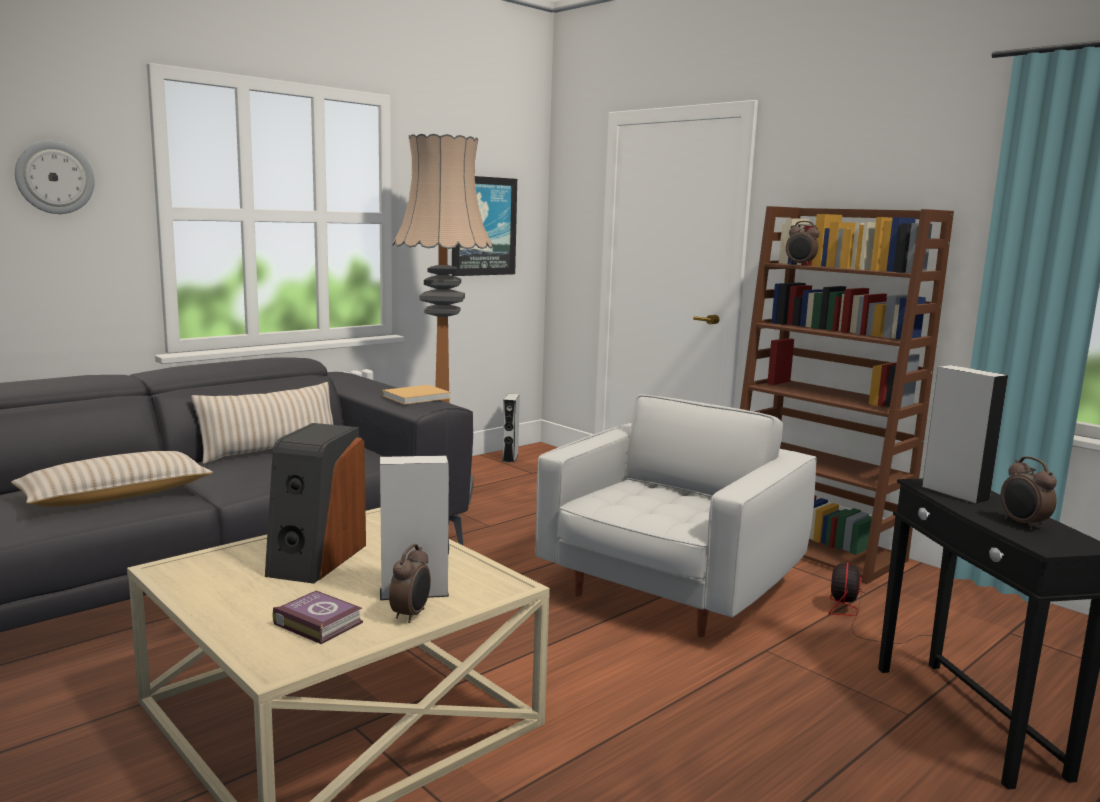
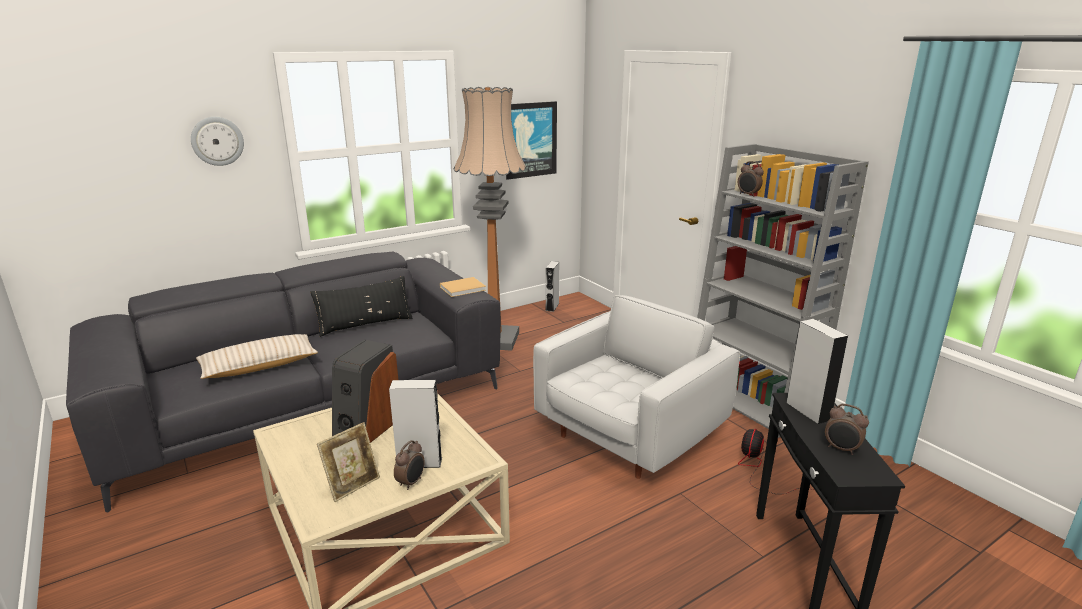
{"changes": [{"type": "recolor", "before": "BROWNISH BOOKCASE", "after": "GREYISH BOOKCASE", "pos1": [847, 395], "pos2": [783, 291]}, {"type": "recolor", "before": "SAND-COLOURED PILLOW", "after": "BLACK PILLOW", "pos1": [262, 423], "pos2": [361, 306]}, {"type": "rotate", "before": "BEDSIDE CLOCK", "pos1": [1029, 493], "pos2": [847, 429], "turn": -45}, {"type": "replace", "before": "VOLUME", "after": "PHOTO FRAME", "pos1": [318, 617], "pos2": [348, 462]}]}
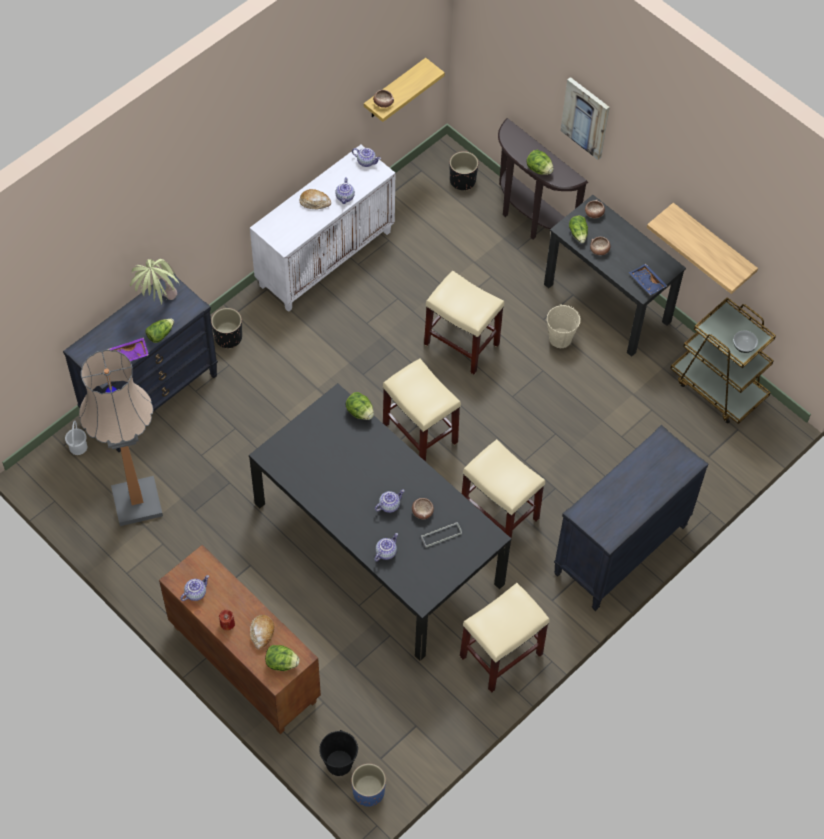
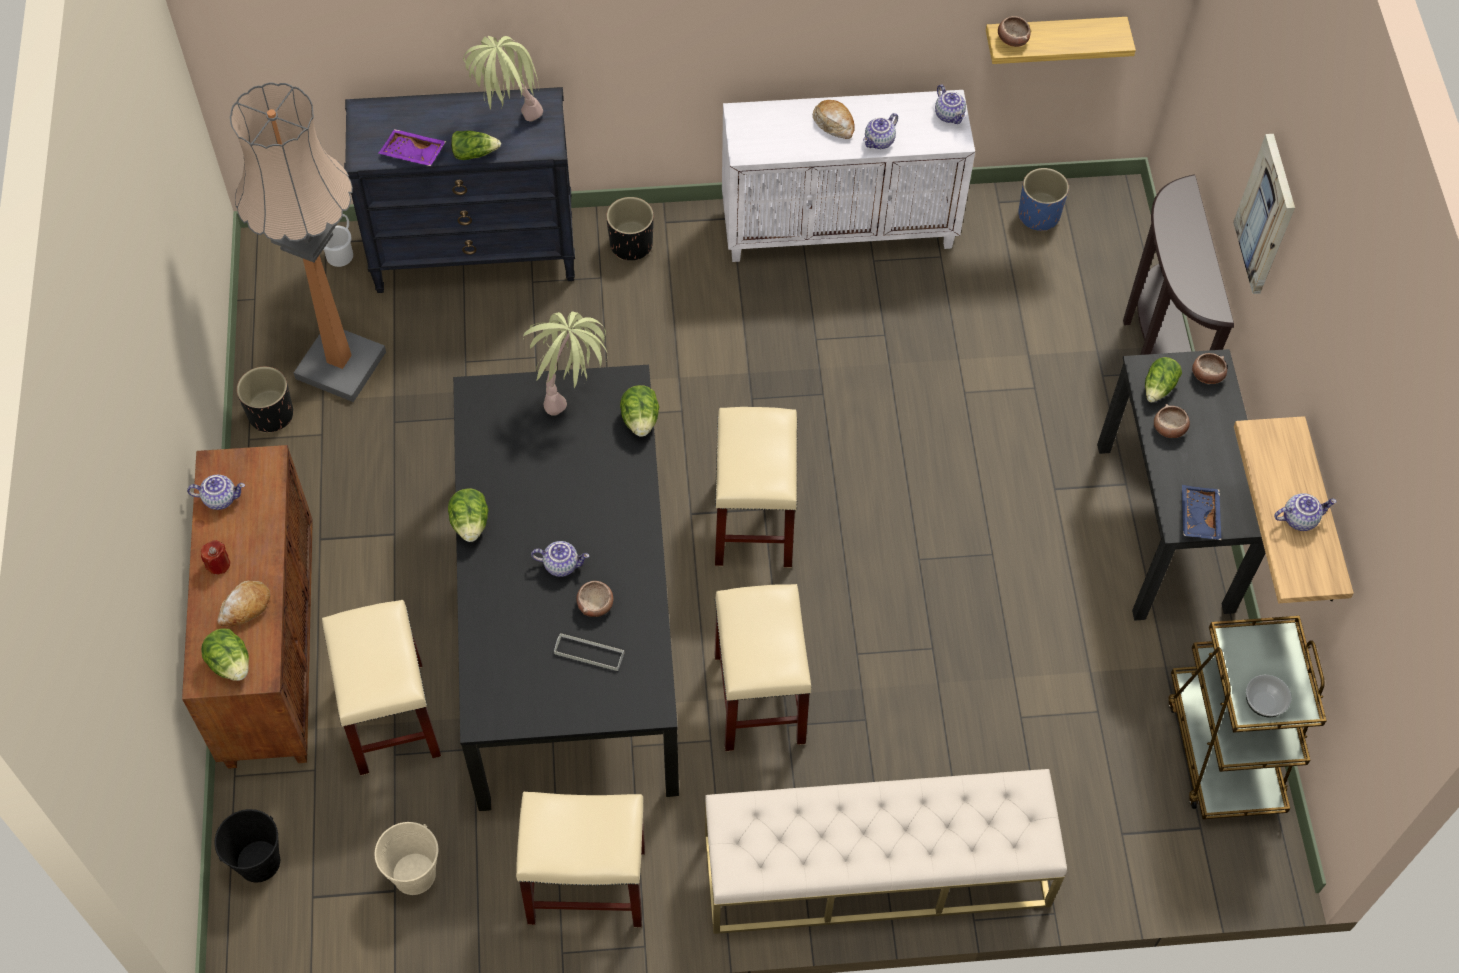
{"changes": [{"type": "move", "before": "LETTUCE HEAD", "pos1": [540, 162], "pos2": [468, 515]}, {"type": "move", "before": "BLACK FLOWER POT", "pos1": [464, 170], "pos2": [265, 400]}, {"type": "move", "before": "SAND-COLOURED STOOL", "pos1": [464, 323], "pos2": [381, 688]}, {"type": "move", "before": "SAND-COLOURED PAIL", "pos1": [564, 326], "pos2": [406, 858]}, {"type": "replace", "before": "BLACK DRAWER CHEST", "after": "SAND-COLOURED LONG SEAT", "pos1": [631, 518], "pos2": [886, 851]}, {"type": "move", "before": "POT FOR TEA", "pos1": [386, 547], "pos2": [1305, 512]}, {"type": "move", "before": "BLUE FLOWER POT", "pos1": [368, 785], "pos2": [1043, 200]}, {"type": "insert", "after": "POTTED PLANT", "pos2": [565, 363]}]}
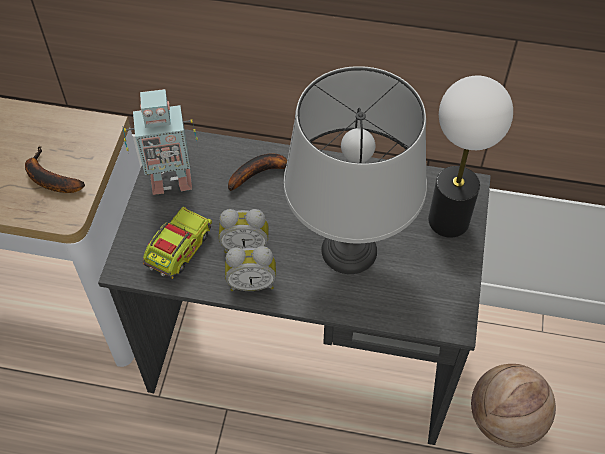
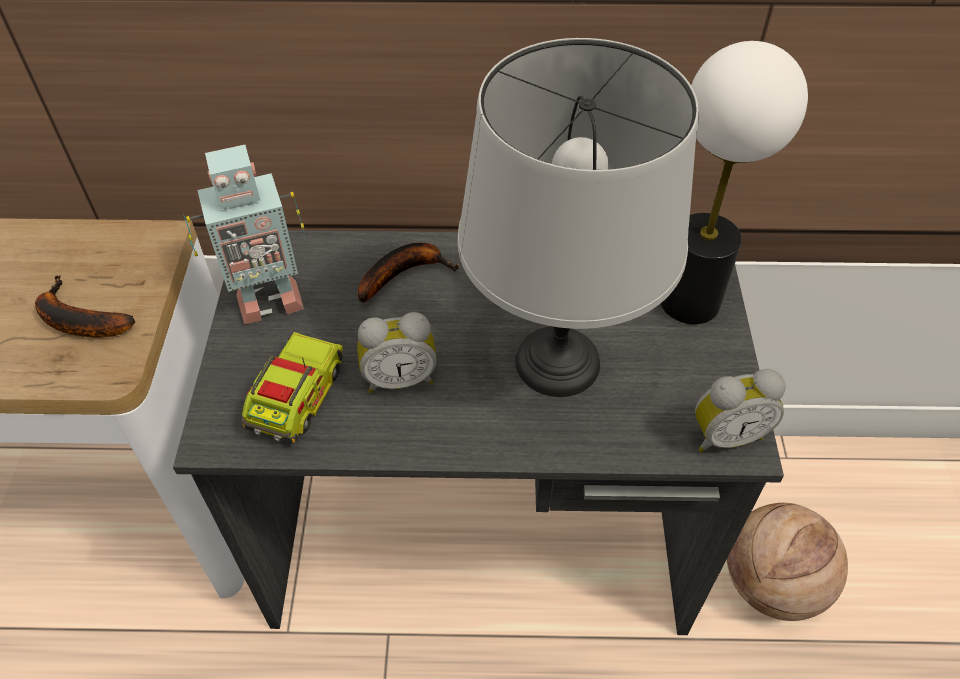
{"changes": [{"type": "move", "before": "BEDSIDE CLOCK", "pos1": [250, 268], "pos2": [740, 410]}]}
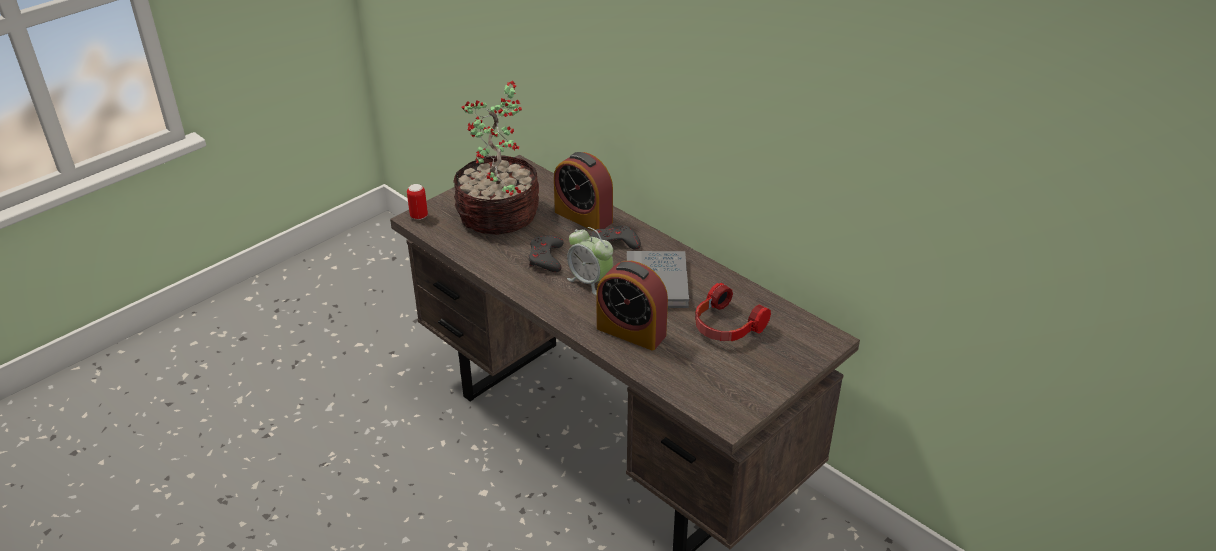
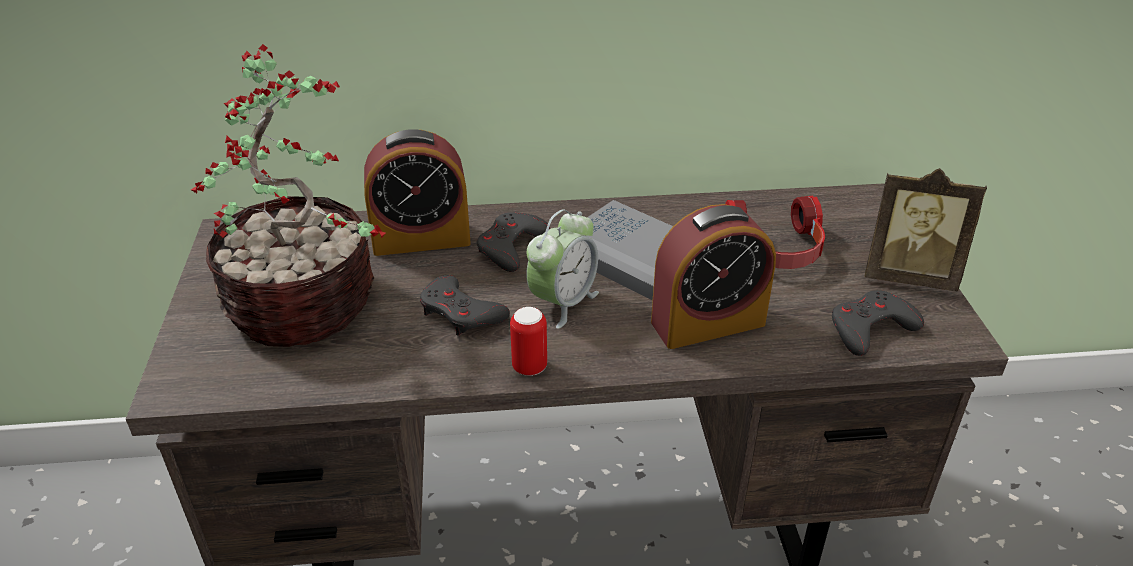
{"changes": [{"type": "move", "before": "METAL CAN", "pos1": [417, 202], "pos2": [528, 341]}, {"type": "rotate", "before": "BEDSIDE CLOCK", "pos1": [590, 261], "pos2": [562, 269], "turn": -45}, {"type": "insert", "after": "PHOTO FRAME", "pos2": [926, 229]}, {"type": "insert", "after": "GREYISH GAMEPAD", "pos2": [878, 323]}]}
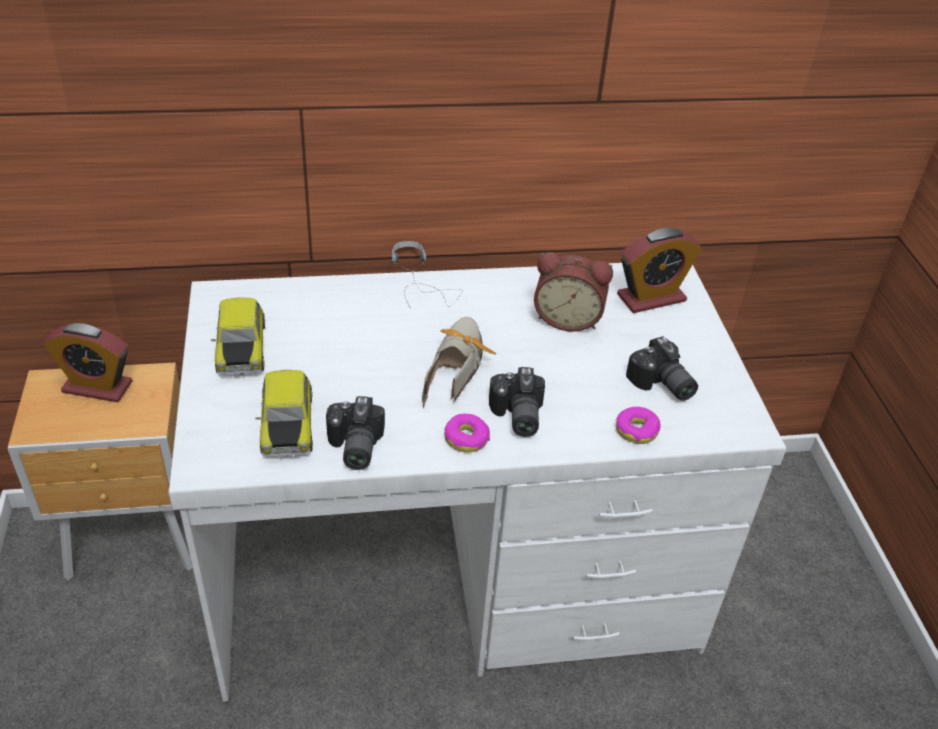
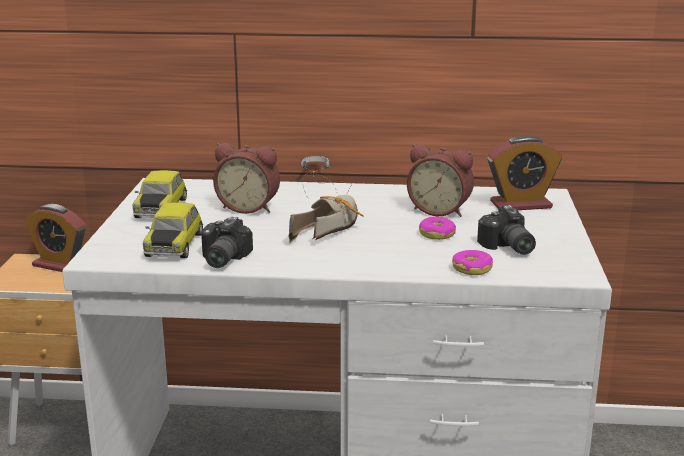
{"changes": [{"type": "delete", "before": "PHOTO CAMERA", "pos1": [517, 402]}, {"type": "move", "before": "DOUGHNUT", "pos1": [467, 433], "pos2": [437, 228]}, {"type": "insert", "after": "BEDSIDE CLOCK", "pos2": [246, 178]}]}
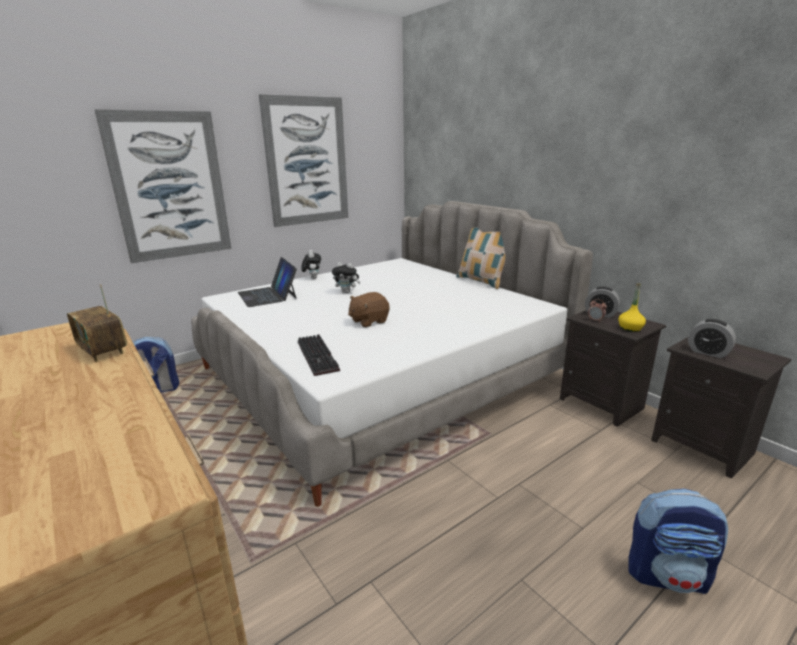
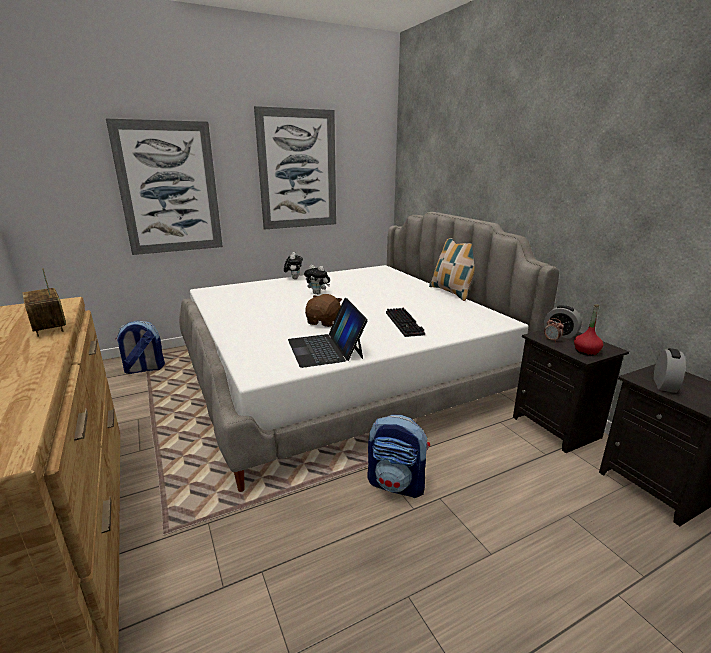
{"changes": [{"type": "move", "before": "NOTEBOOK COMPUTER", "pos1": [267, 282], "pos2": [328, 333]}, {"type": "recolor", "before": "YELLOW BOTTLE", "after": "RED BOTTLE", "pos1": [632, 307], "pos2": [588, 330]}, {"type": "rotate", "before": "BROWNISH SOFT TOY", "pos1": [368, 309], "pos2": [323, 310], "turn": 135}, {"type": "rotate", "before": "BEDSIDE CLOCK", "pos1": [712, 338], "pos2": [670, 370], "turn": -120}, {"type": "move", "before": "PC KEYBOARD", "pos1": [319, 355], "pos2": [405, 322]}, {"type": "move", "before": "BACKPACK", "pos1": [678, 541], "pos2": [399, 456]}]}
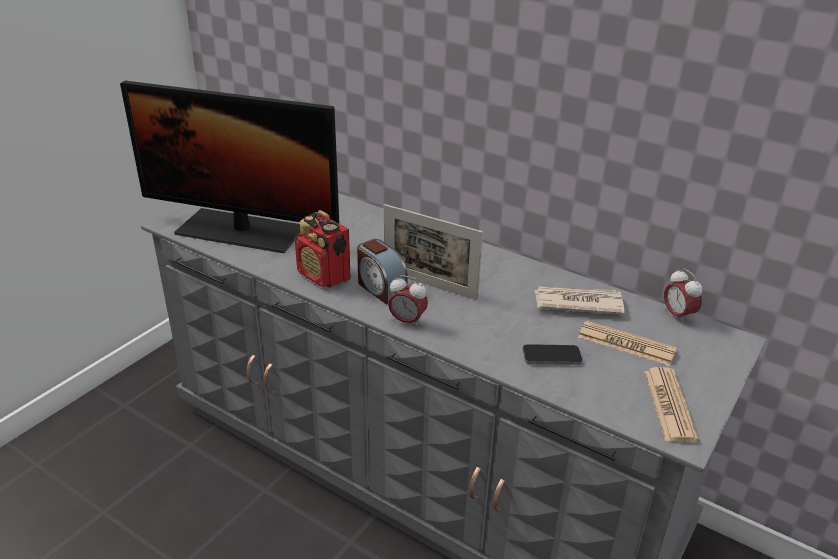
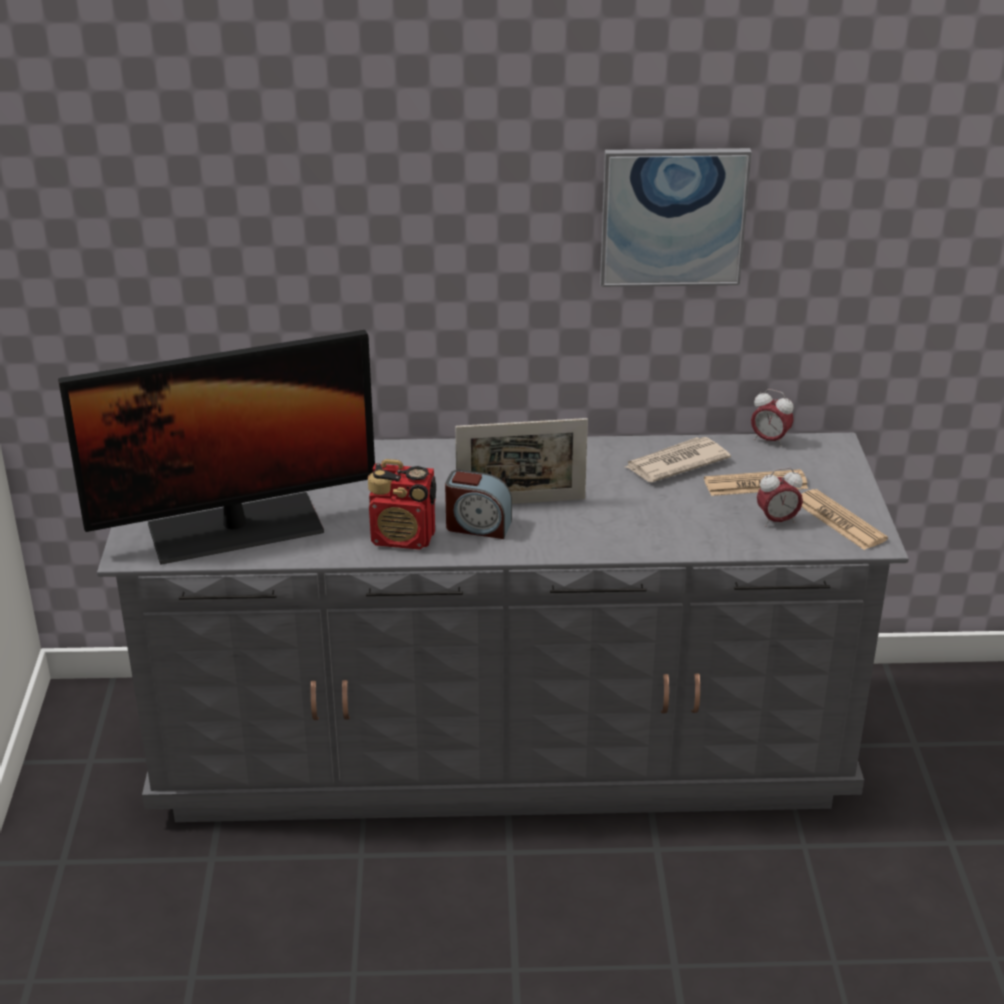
{"changes": [{"type": "move", "before": "BEDSIDE CLOCK", "pos1": [408, 301], "pos2": [780, 497]}, {"type": "delete", "before": "PHONE", "pos1": [552, 354]}, {"type": "insert", "after": "WALL PICTURE", "pos2": [676, 217]}]}
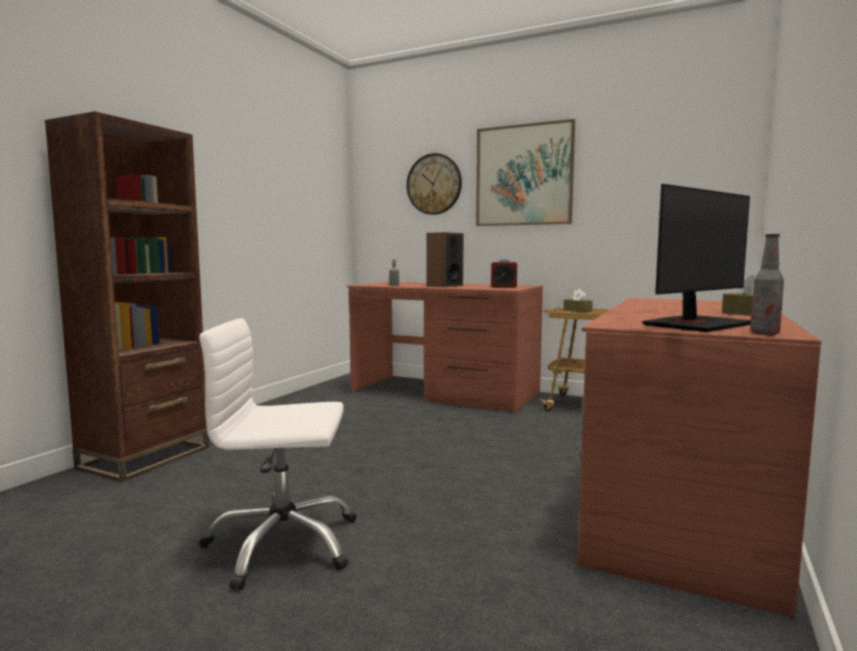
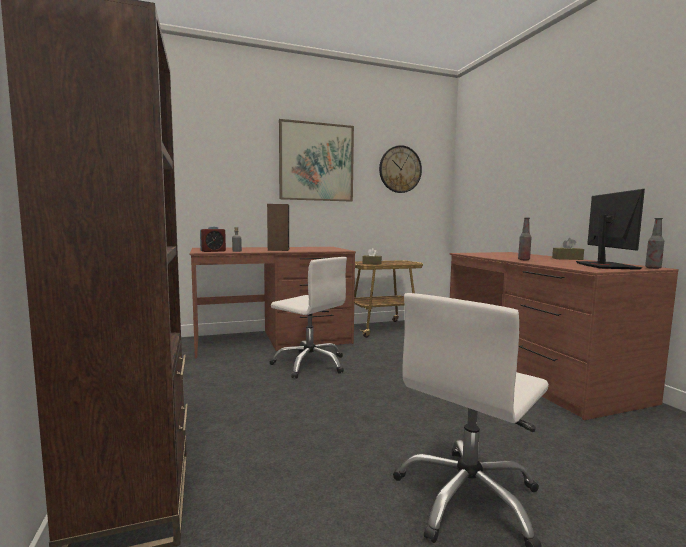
{"changes": [{"type": "move", "before": "HANGING CLOCK", "pos1": [434, 184], "pos2": [400, 169]}, {"type": "move", "before": "BEDSIDE CLOCK", "pos1": [504, 273], "pos2": [213, 239]}, {"type": "insert", "after": "BOTTLE", "pos2": [525, 239]}, {"type": "insert", "after": "WHITISH COMPUTER CHAIR", "pos2": [308, 318]}]}
